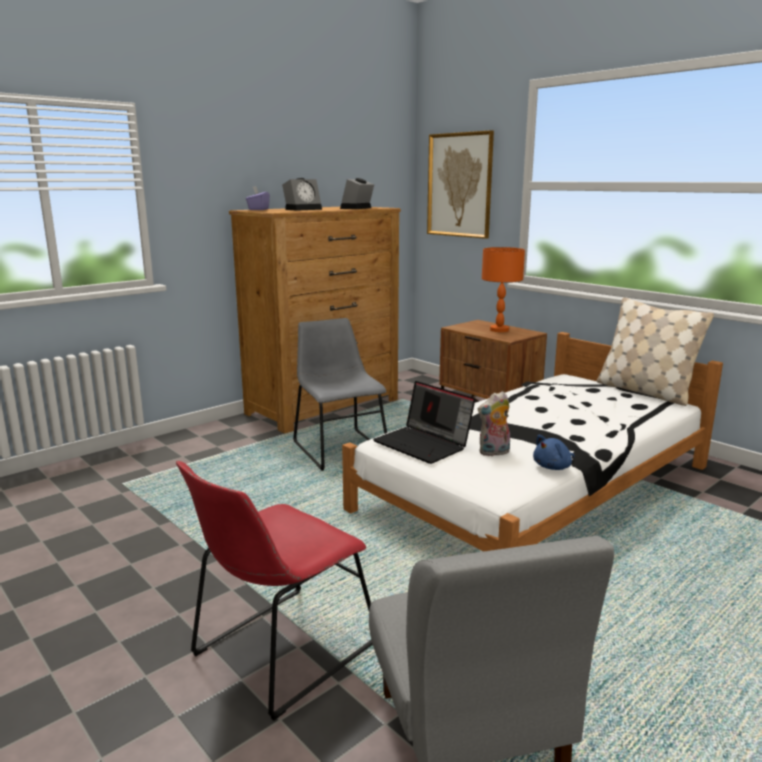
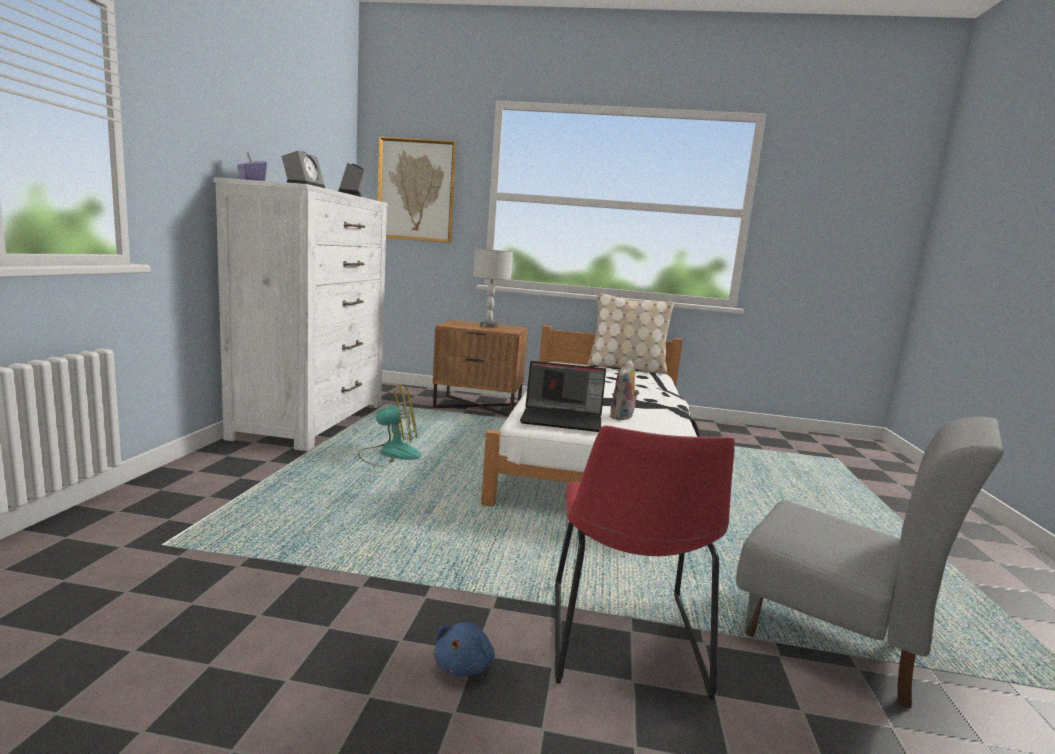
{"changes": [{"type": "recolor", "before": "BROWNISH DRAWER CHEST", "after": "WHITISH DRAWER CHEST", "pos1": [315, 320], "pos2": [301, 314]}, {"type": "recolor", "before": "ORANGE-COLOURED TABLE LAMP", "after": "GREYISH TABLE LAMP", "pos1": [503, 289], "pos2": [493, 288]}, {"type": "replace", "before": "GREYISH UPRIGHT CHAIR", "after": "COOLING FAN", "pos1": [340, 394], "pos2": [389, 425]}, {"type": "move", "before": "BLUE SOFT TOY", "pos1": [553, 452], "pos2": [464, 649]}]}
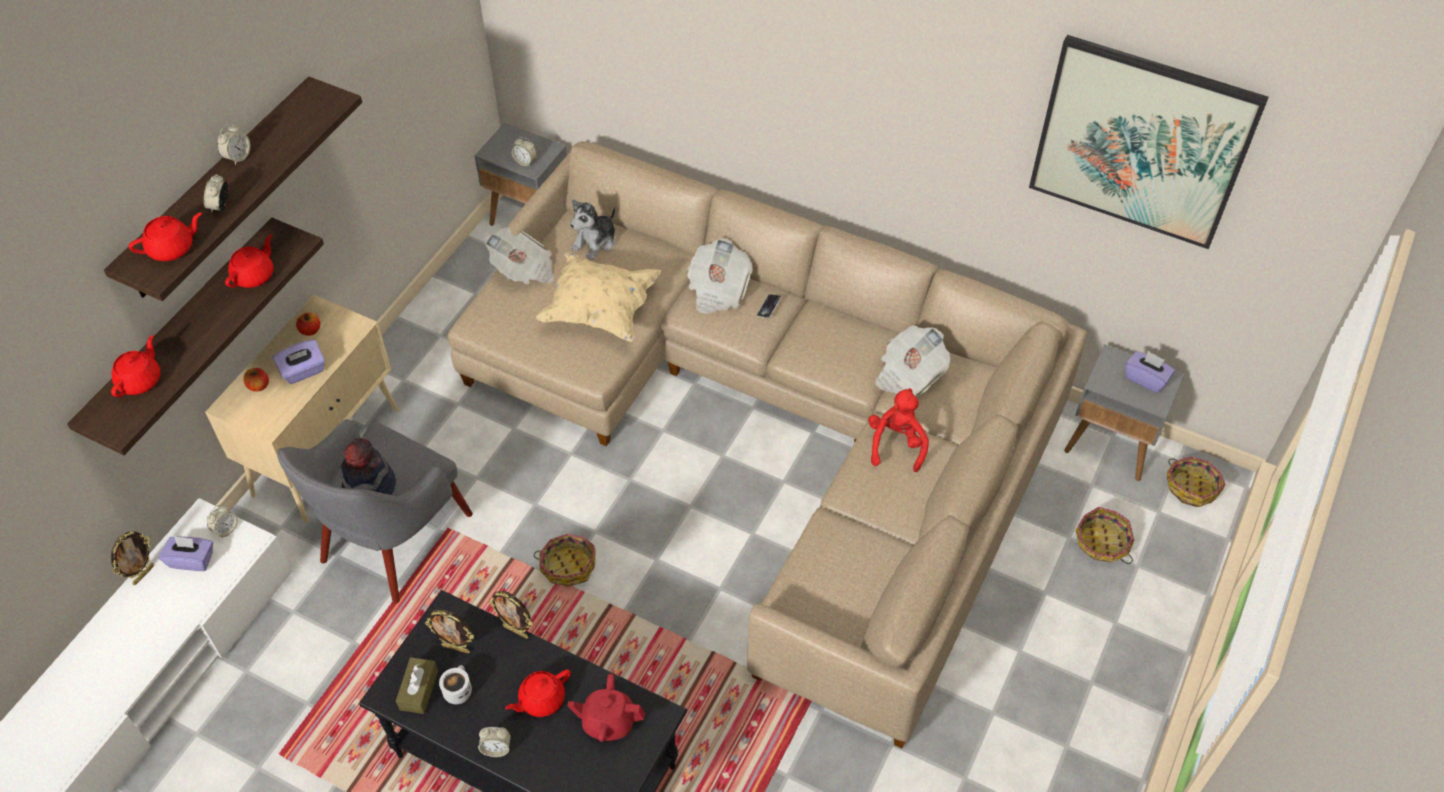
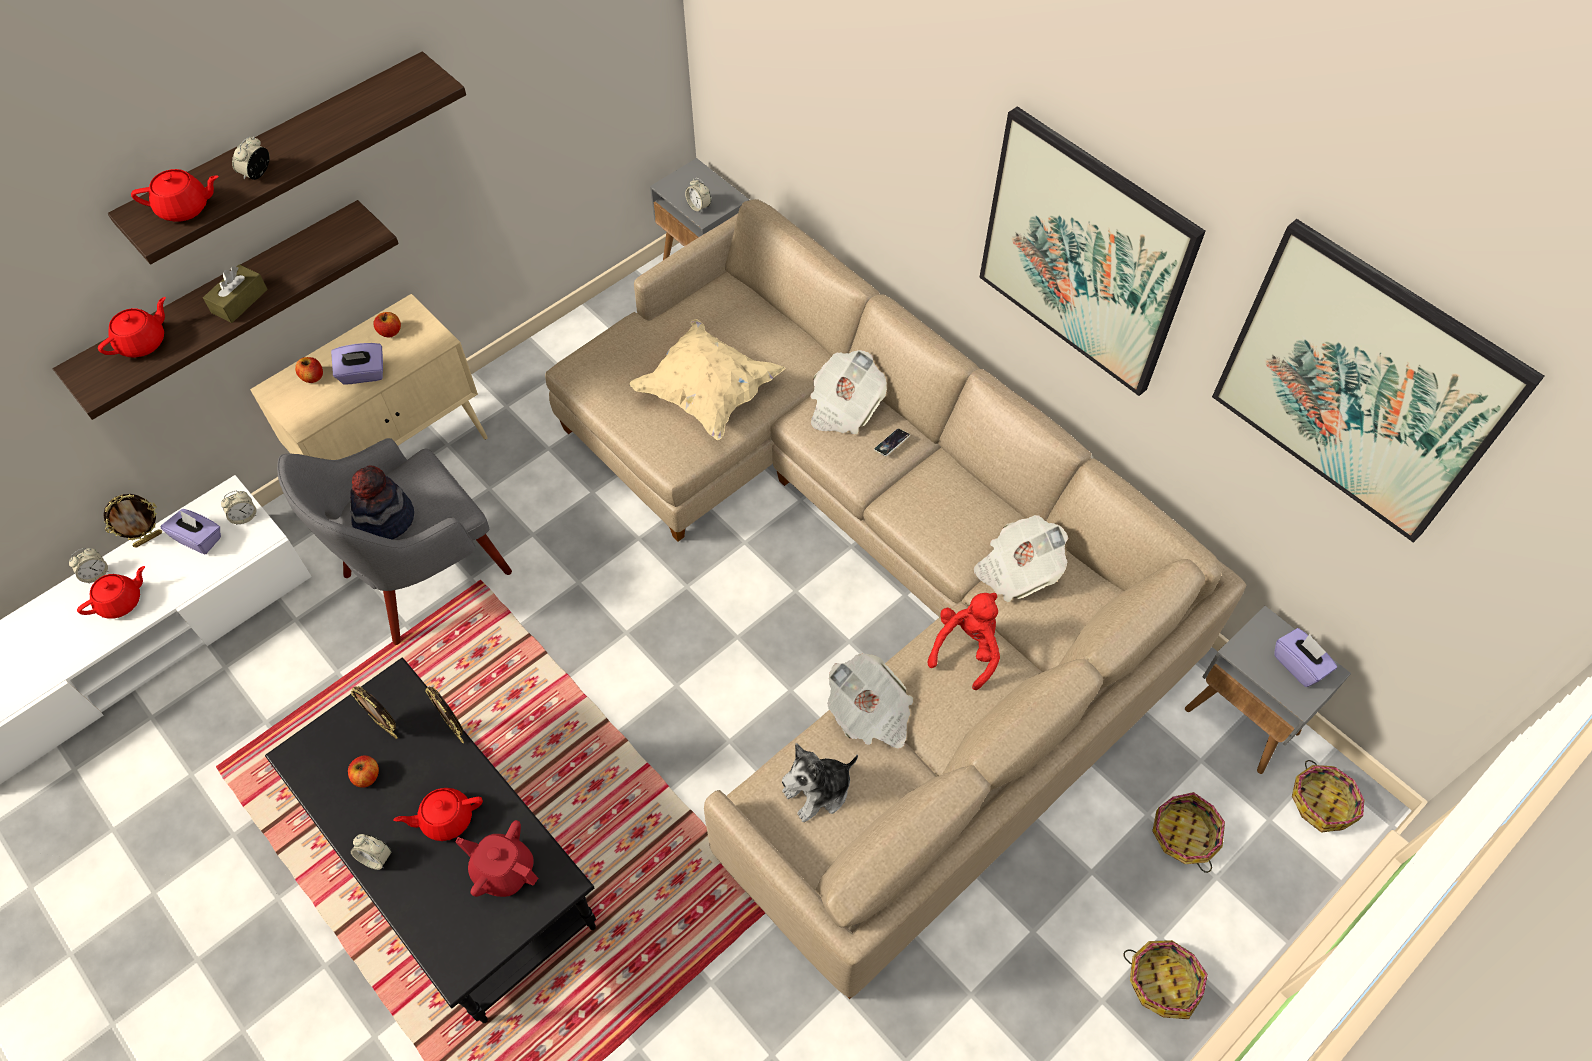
{"changes": [{"type": "move", "before": "BEDSIDE CLOCK", "pos1": [234, 144], "pos2": [89, 565]}, {"type": "move", "before": "SOFT TOY", "pos1": [593, 229], "pos2": [820, 782]}, {"type": "move", "before": "DAILY PAPER", "pos1": [519, 255], "pos2": [870, 701]}, {"type": "move", "before": "RED POT FOR TEA", "pos1": [249, 261], "pos2": [111, 592]}, {"type": "move", "before": "STORAGE BASKET", "pos1": [564, 560], "pos2": [1165, 979]}, {"type": "move", "before": "BROWNISH TISSUE HOLDER", "pos1": [417, 685], "pos2": [235, 293]}, {"type": "replace", "before": "WHITISH MUG", "after": "WHOLE APPLE", "pos1": [455, 684], "pos2": [363, 771]}, {"type": "insert", "after": "WALL PICTURE", "pos2": [1092, 251]}]}
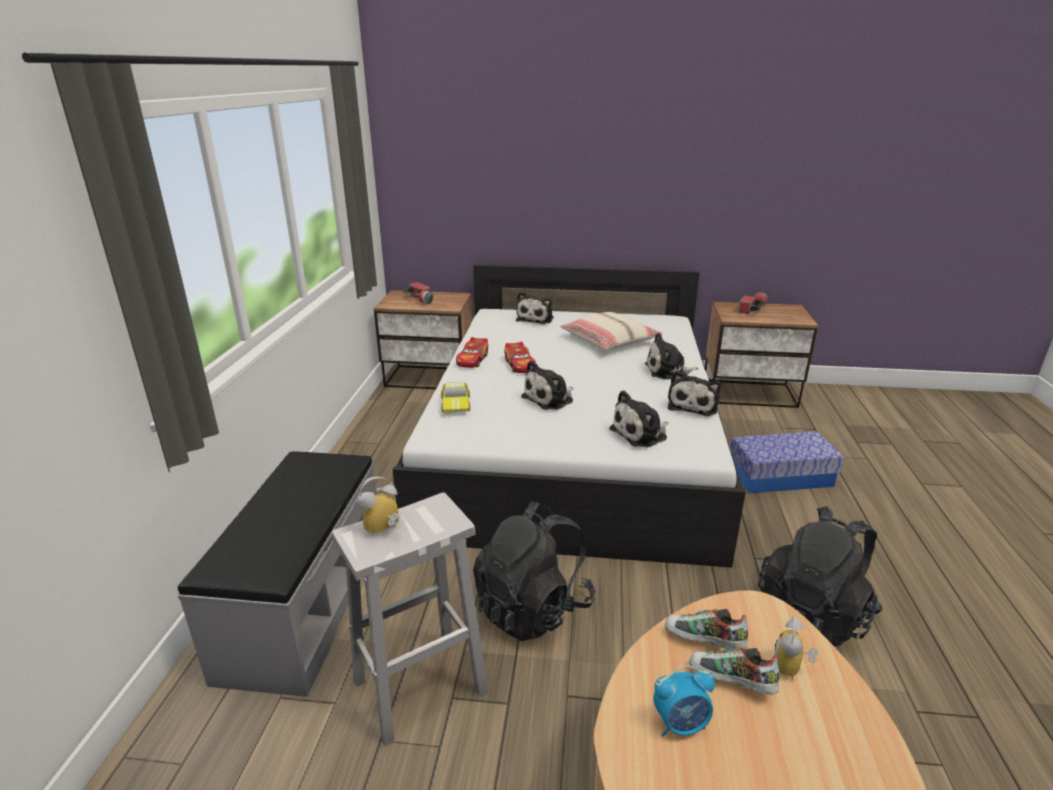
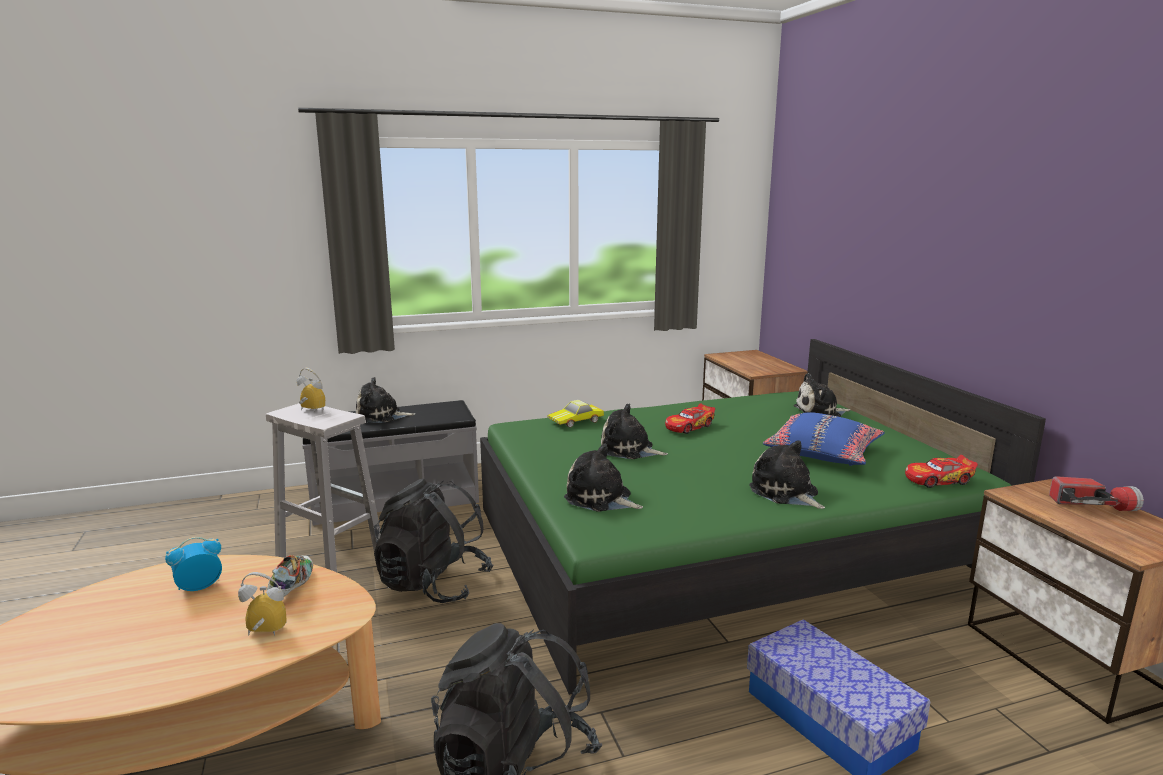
{"changes": [{"type": "recolor", "before": "WHITISH SLEEPING BED", "after": "GREENISH SLEEPING BED", "pos1": [569, 416], "pos2": [763, 517]}, {"type": "delete", "before": "HAND TORCH", "pos1": [418, 293]}, {"type": "recolor", "before": "SAND-COLOURED PILLOW", "after": "BLUE PILLOW", "pos1": [611, 331], "pos2": [824, 439]}, {"type": "move", "before": "TOY CAR", "pos1": [472, 352], "pos2": [941, 471]}, {"type": "move", "before": "SOFT TOY", "pos1": [694, 393], "pos2": [385, 400]}, {"type": "delete", "before": "SHOE", "pos1": [734, 671]}, {"type": "rotate", "before": "BEDSIDE CLOCK", "pos1": [684, 701], "pos2": [193, 564], "turn": 90}]}
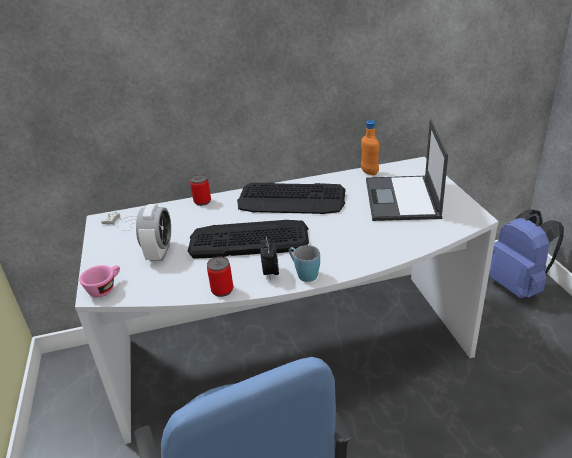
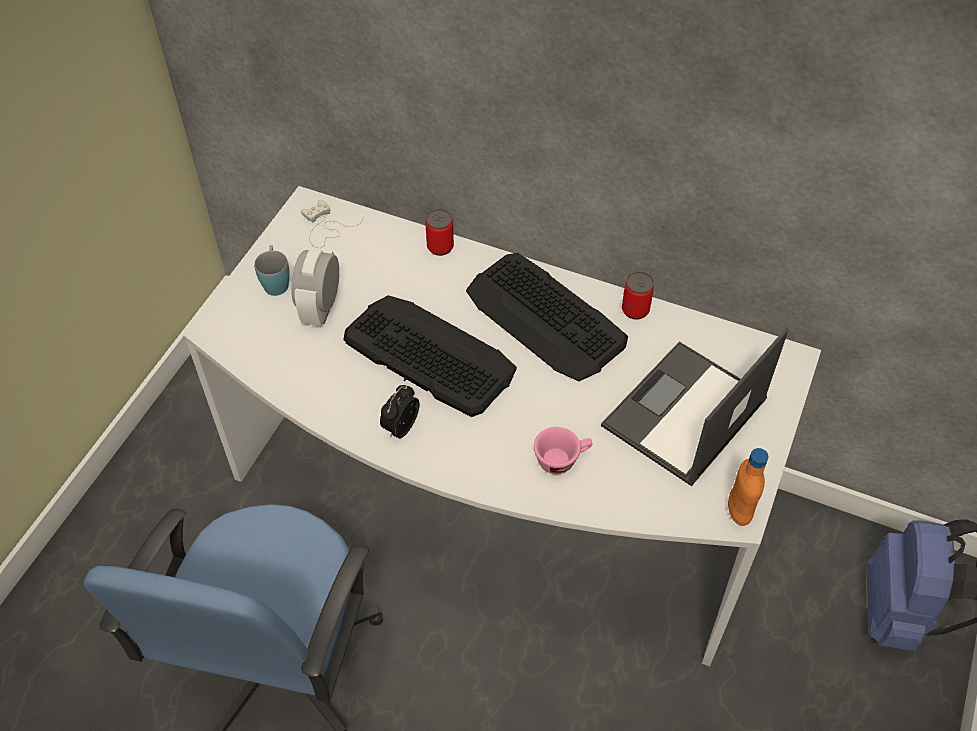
{"changes": [{"type": "move", "before": "ORANGE-COLOURED BOTTLE", "pos1": [370, 147], "pos2": [748, 487]}, {"type": "rotate", "before": "BEDSIDE CLOCK", "pos1": [153, 232], "pos2": [315, 287], "turn": 150}, {"type": "move", "before": "BLUE MUG", "pos1": [304, 263], "pos2": [272, 270]}, {"type": "move", "before": "METAL CAN", "pos1": [220, 277], "pos2": [638, 296]}, {"type": "move", "before": "PINK DRINKING CUP", "pos1": [99, 281], "pos2": [563, 450]}]}
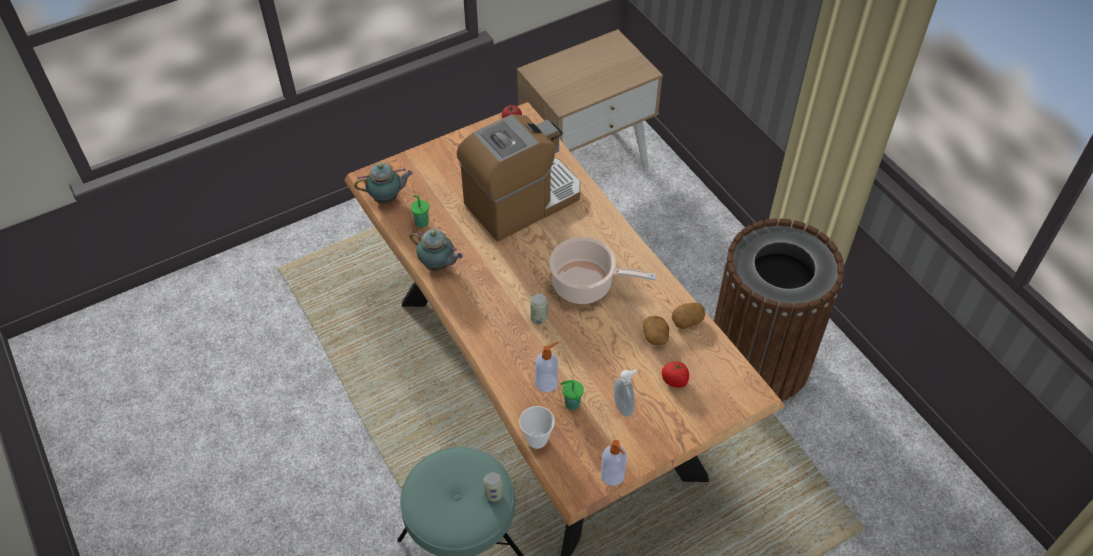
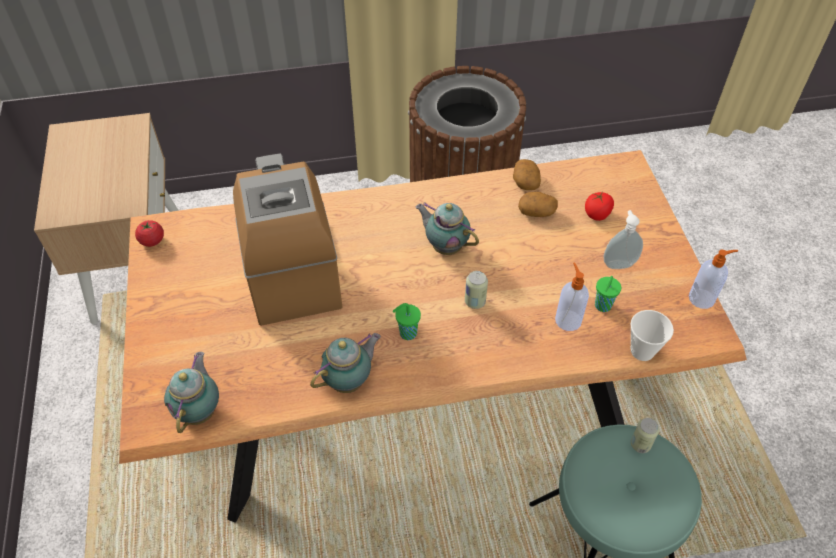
{"changes": [{"type": "move", "before": "GREENISH DRINKING CUP", "pos1": [420, 211], "pos2": [407, 321]}, {"type": "replace", "before": "COOKING POT", "after": "POT FOR TEA", "pos1": [603, 270], "pos2": [447, 229]}]}
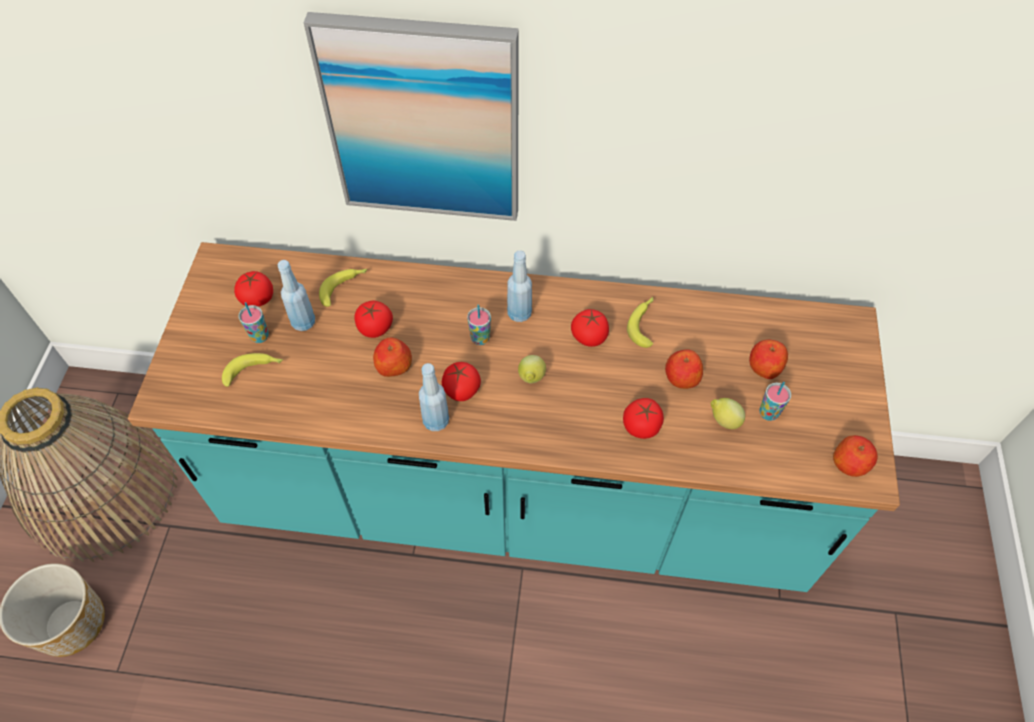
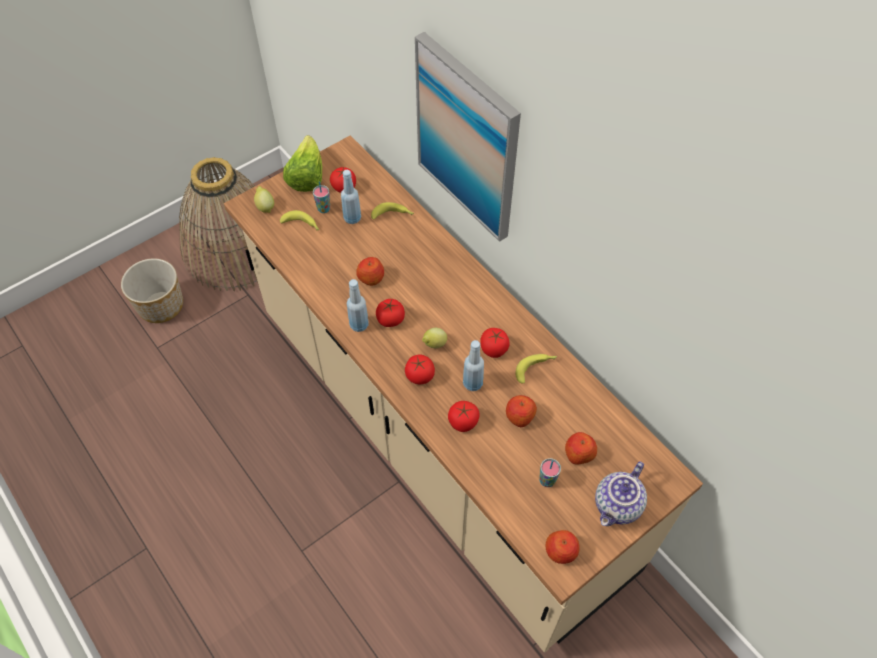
{"changes": [{"type": "recolor", "before": "TURQUOISE-COLOURED KITCHEN BASE UNIT", "after": "SAND-COLOURED KITCHEN BASE UNIT", "pos1": [514, 417], "pos2": [463, 394]}, {"type": "move", "before": "BLUE BOTTLE", "pos1": [519, 286], "pos2": [473, 365]}, {"type": "move", "before": "FRESH TOMATO", "pos1": [373, 319], "pos2": [420, 369]}, {"type": "delete", "before": "DRINKING CUP", "pos1": [479, 324]}, {"type": "move", "before": "WHOLE LEMON", "pos1": [728, 413], "pos2": [264, 199]}, {"type": "insert", "after": "LETTUCE HEAD", "pos2": [302, 163]}, {"type": "insert", "after": "POT FOR TEA", "pos2": [621, 493]}]}
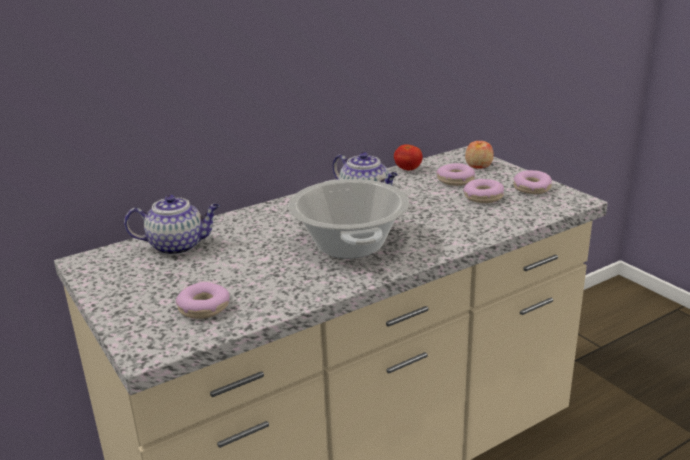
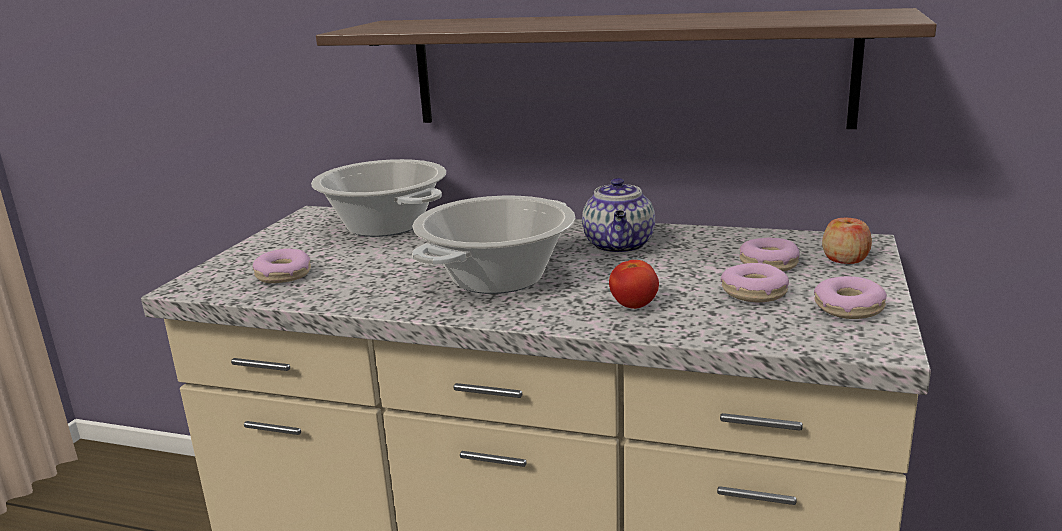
{"changes": [{"type": "move", "before": "FRESH TOMATO", "pos1": [408, 157], "pos2": [634, 284]}, {"type": "replace", "before": "POT FOR TEA", "after": "COOKING POT", "pos1": [172, 225], "pos2": [378, 198]}, {"type": "insert", "after": "WALL SHELF", "pos2": [626, 68]}]}
